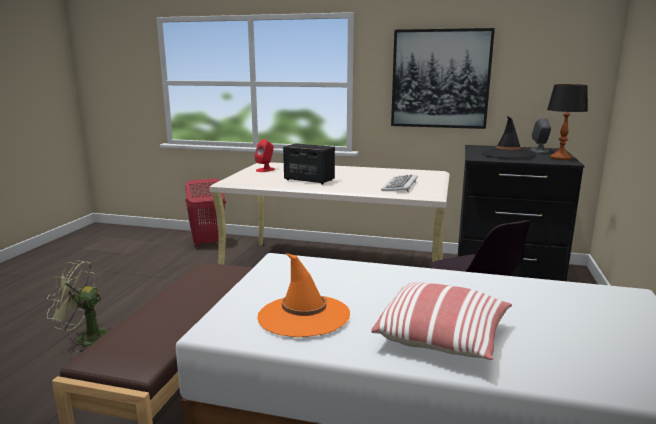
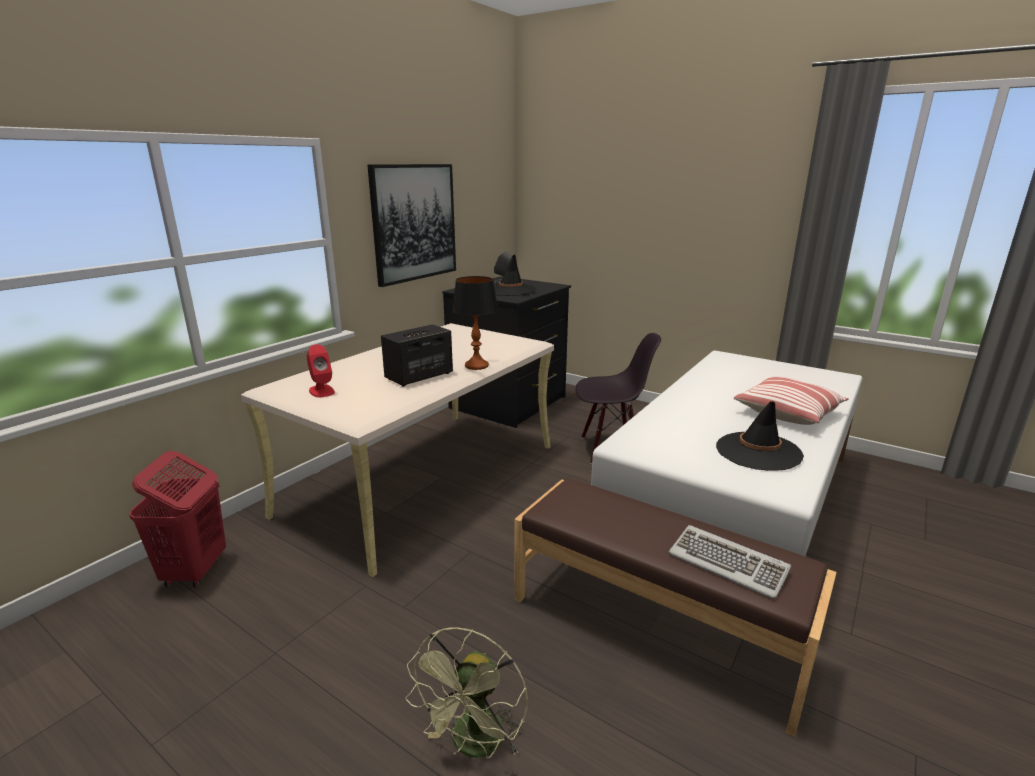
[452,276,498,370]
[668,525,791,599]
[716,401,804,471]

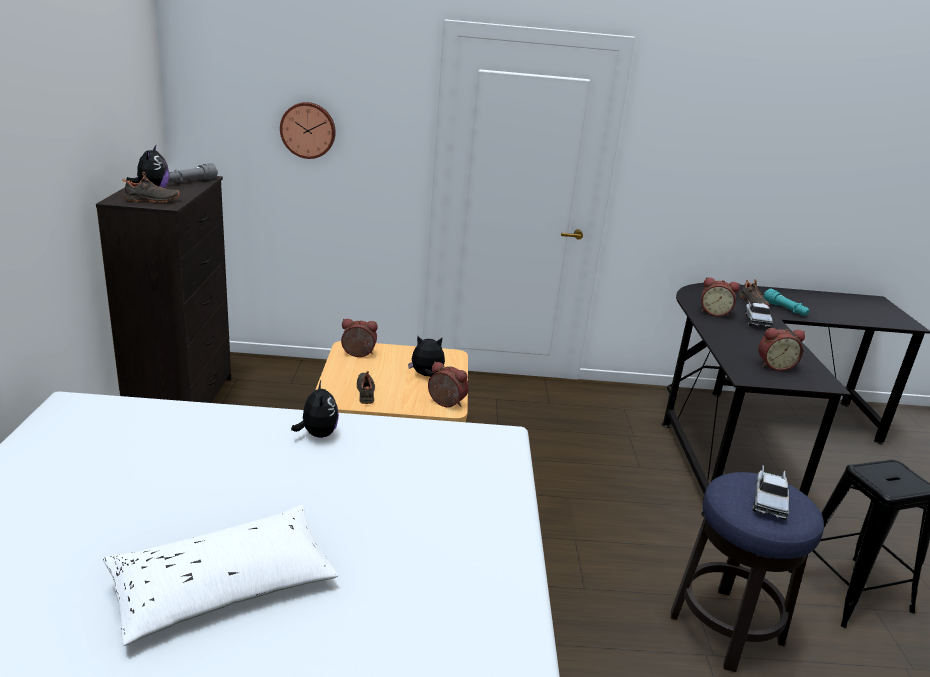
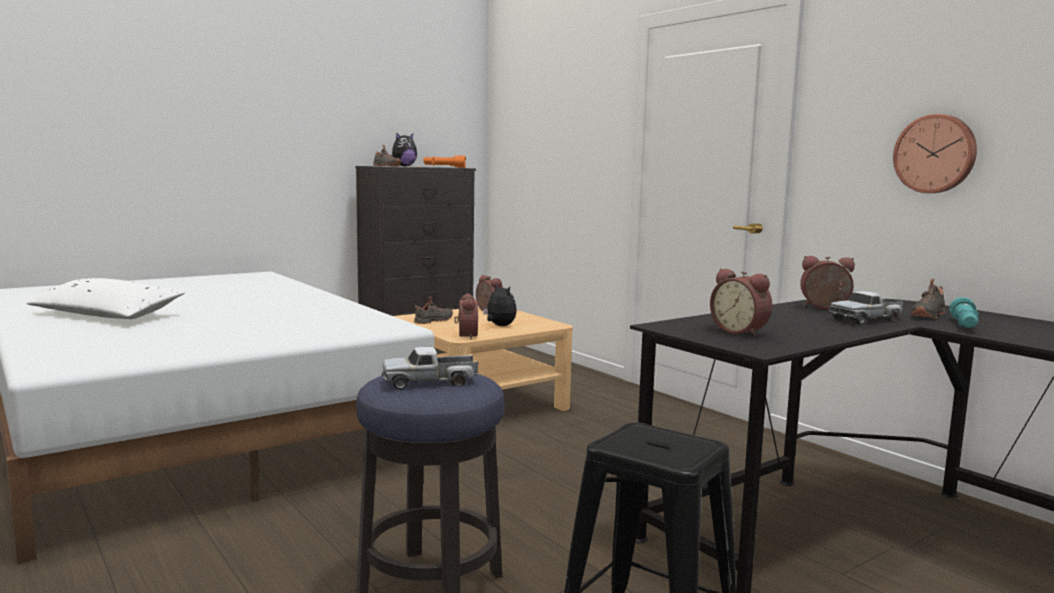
[424,155,466,168]
[800,256,855,310]
[893,114,977,193]
[291,381,339,438] (first image)

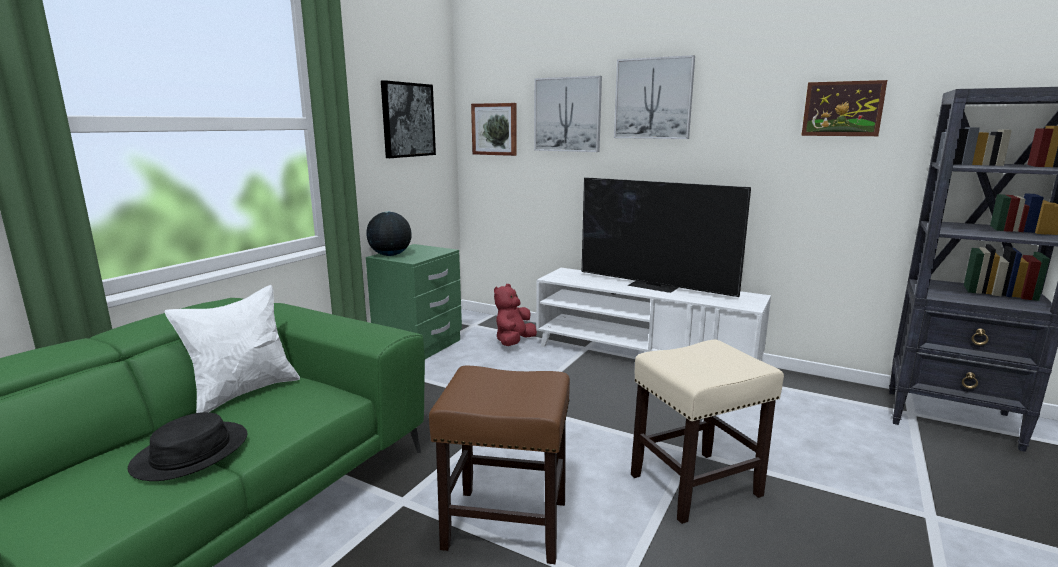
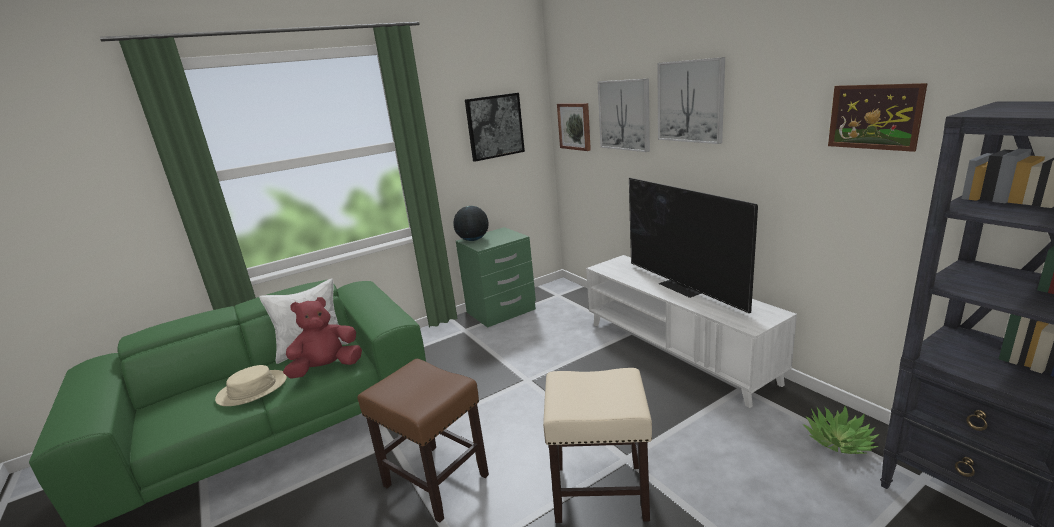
[215,365,287,406]
[283,297,362,379]
[802,406,879,454]

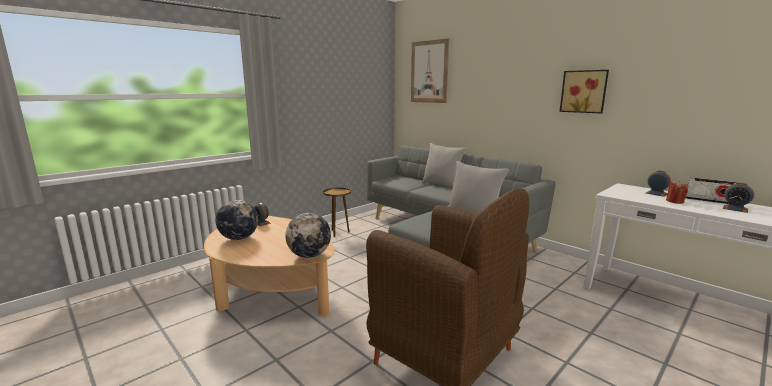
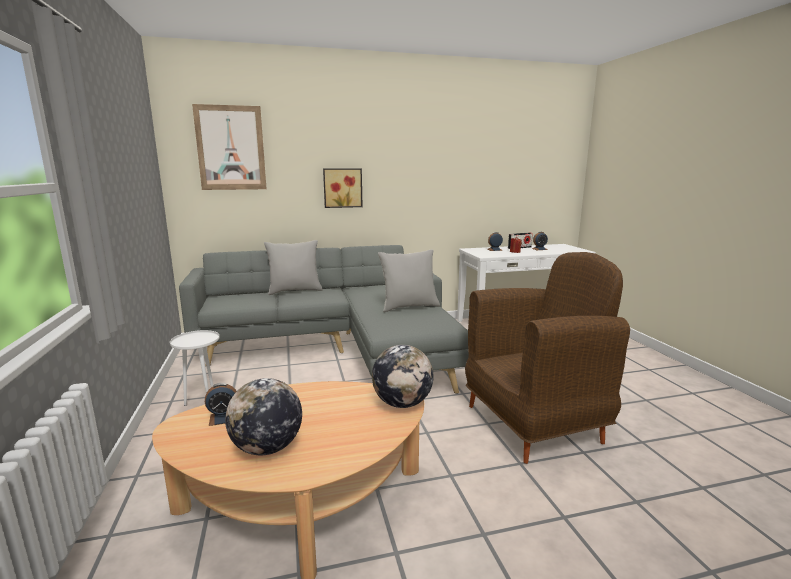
[170,330,219,406]
[323,169,363,208]

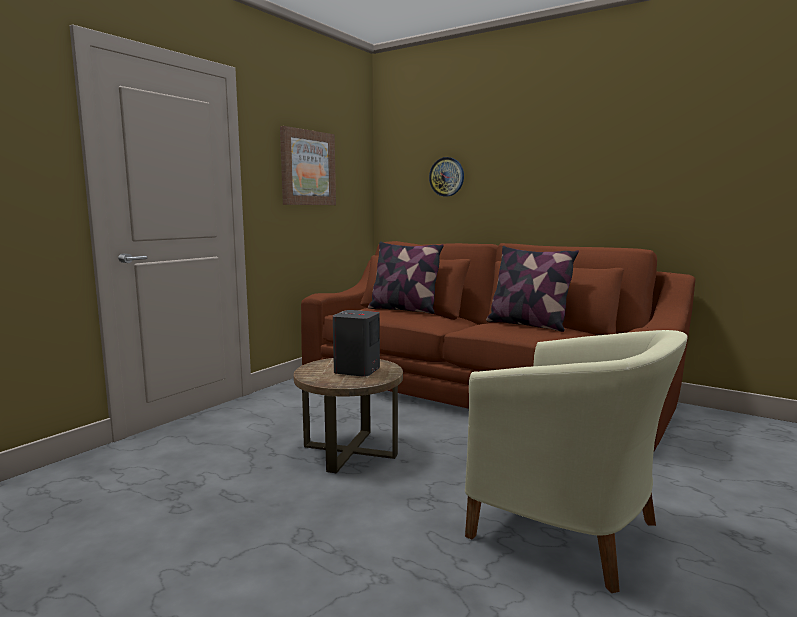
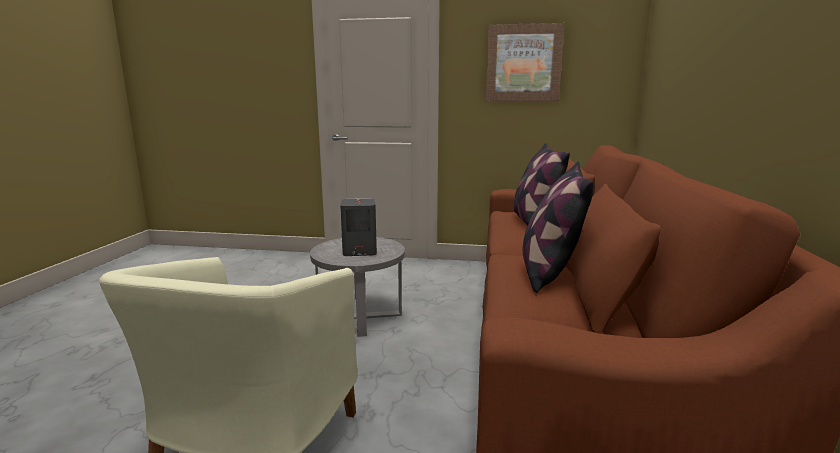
[310,237,405,337]
[429,157,464,196] (first image)

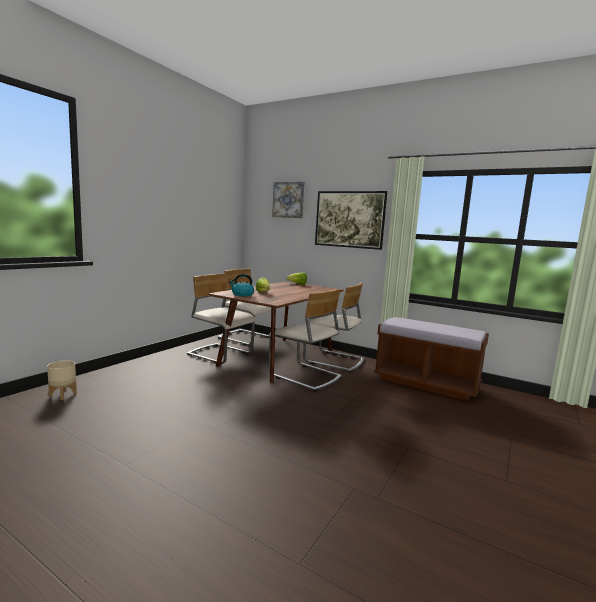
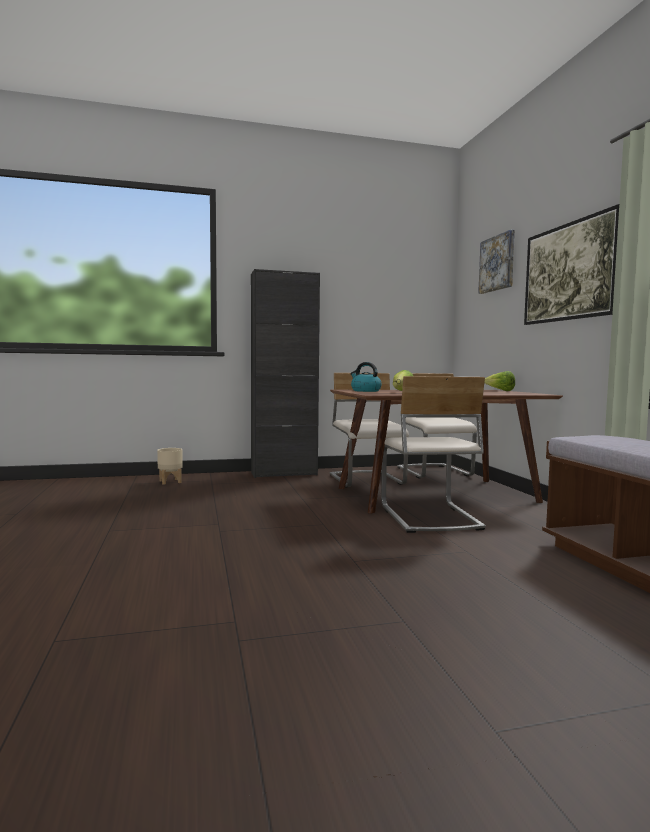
[251,269,320,478]
[303,283,364,372] (first image)

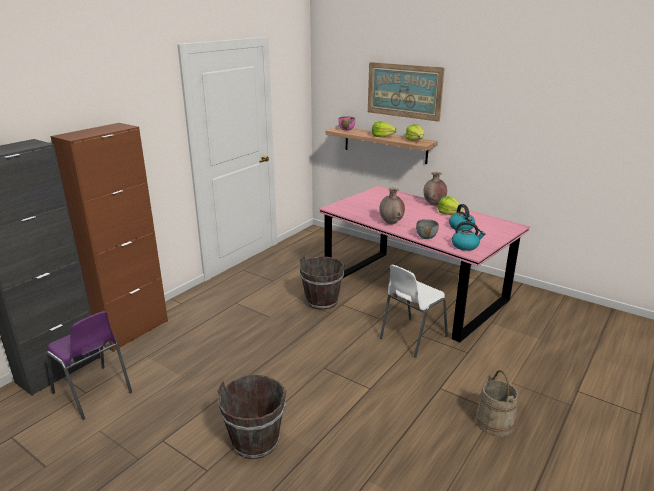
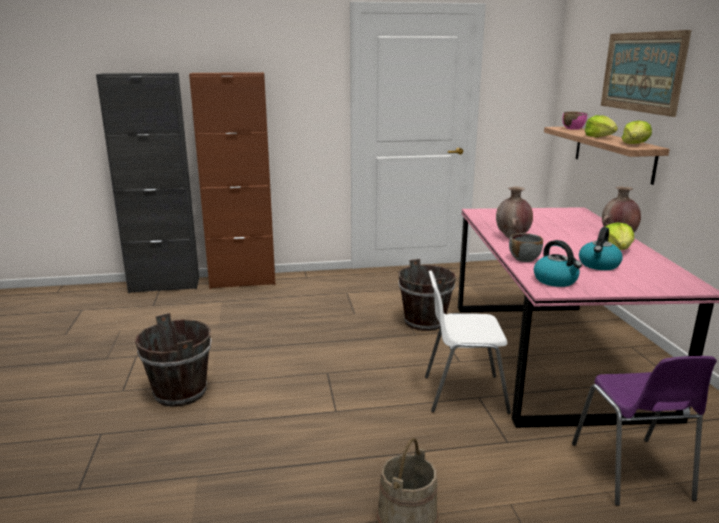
[572,356,717,506]

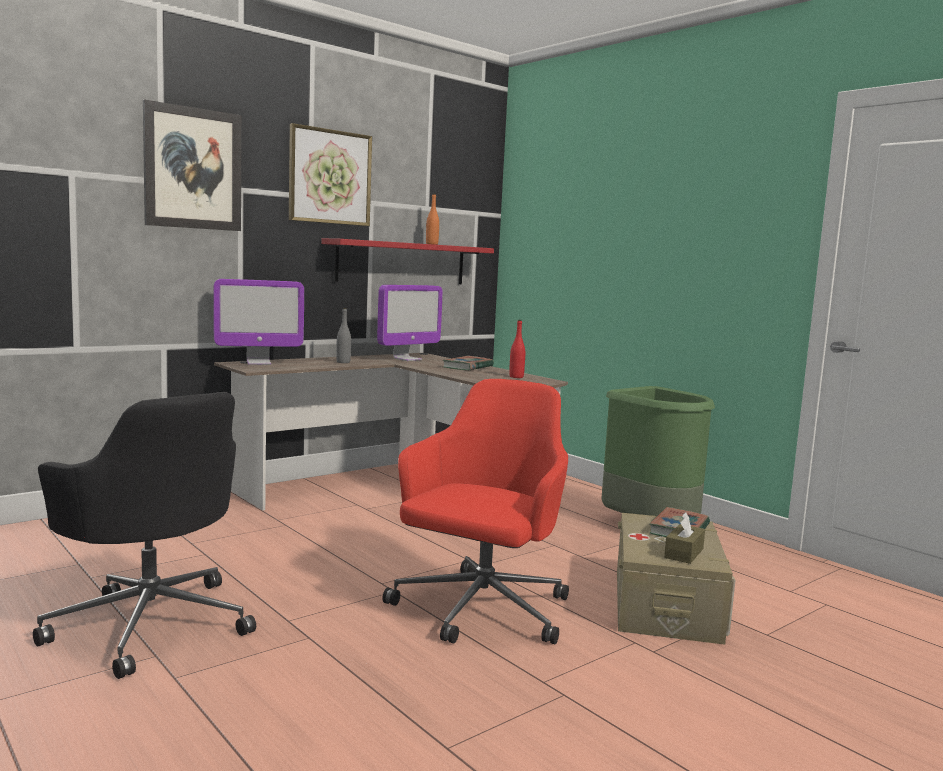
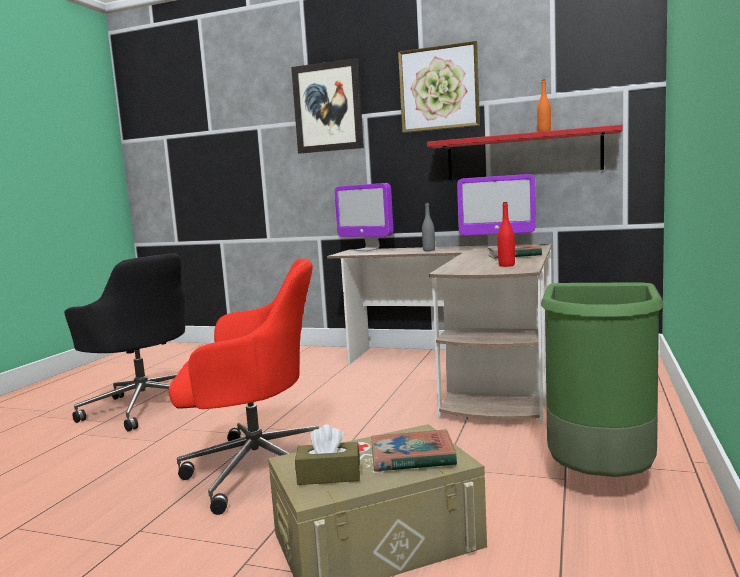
[64,254,186,431]

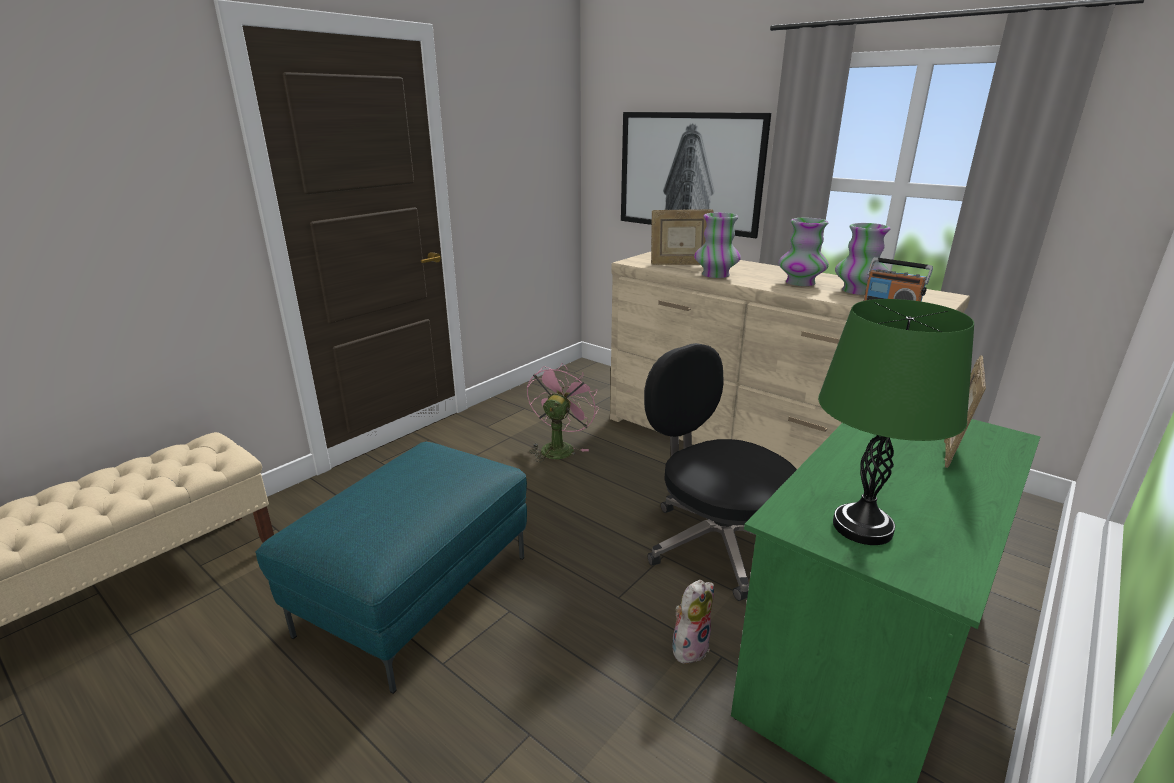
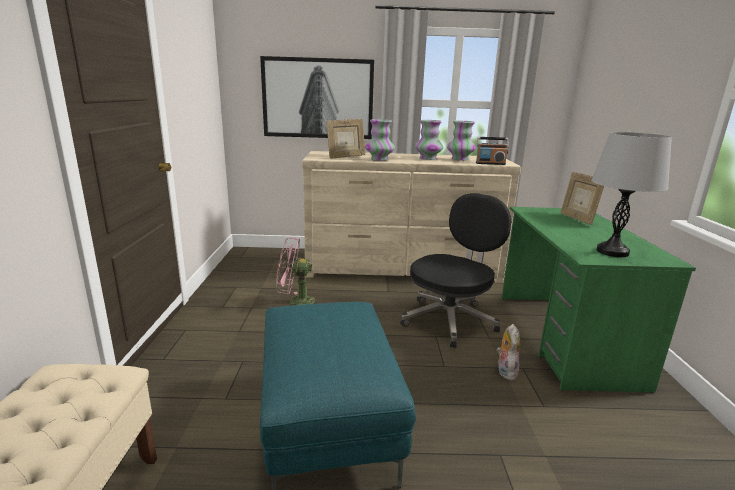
[276,237,316,305]
[400,193,511,348]
[591,132,672,257]

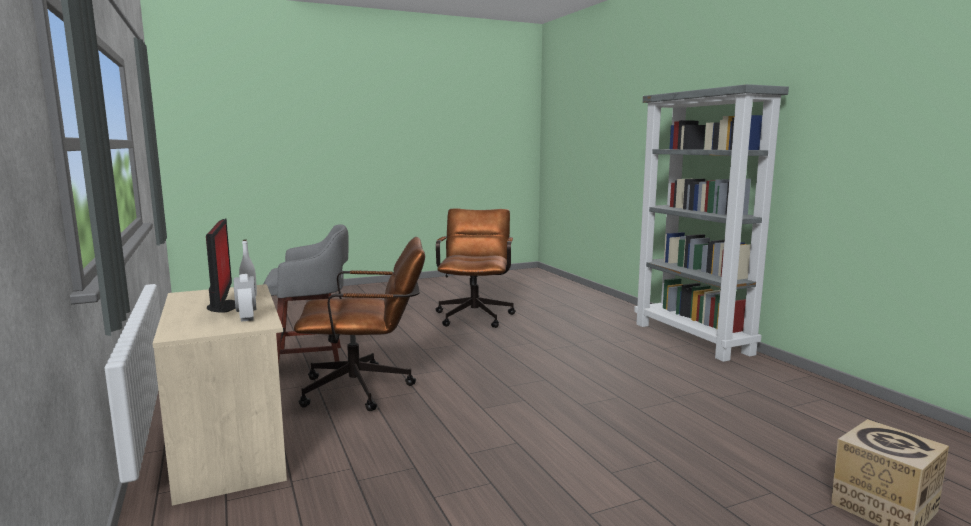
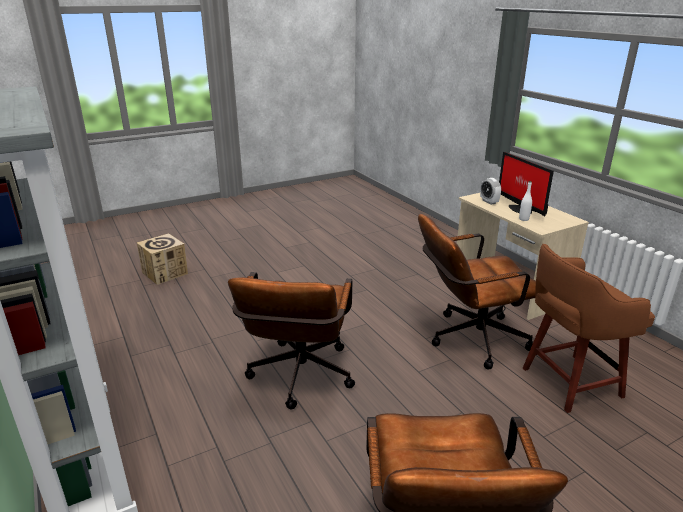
[228,272,355,409]
[523,244,655,413]

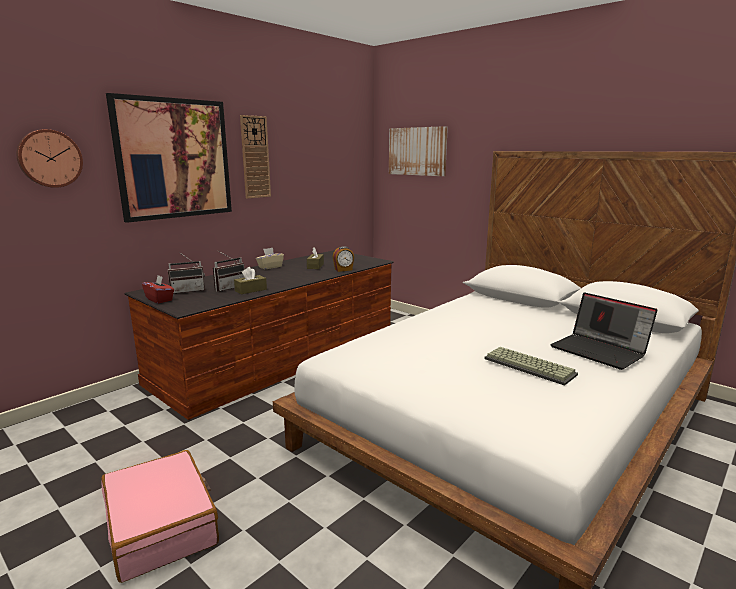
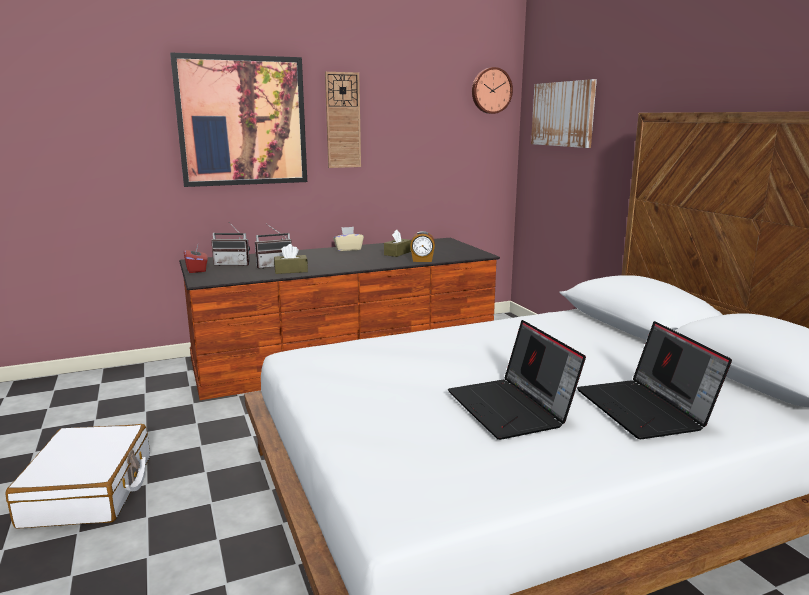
[5,424,150,529]
[448,320,586,440]
[472,67,513,114]

